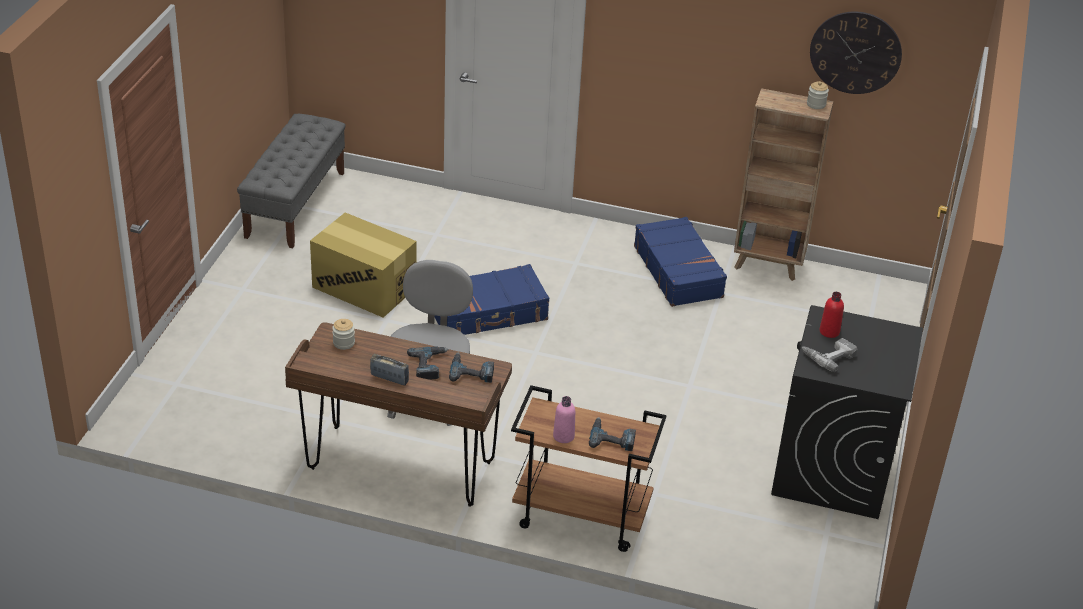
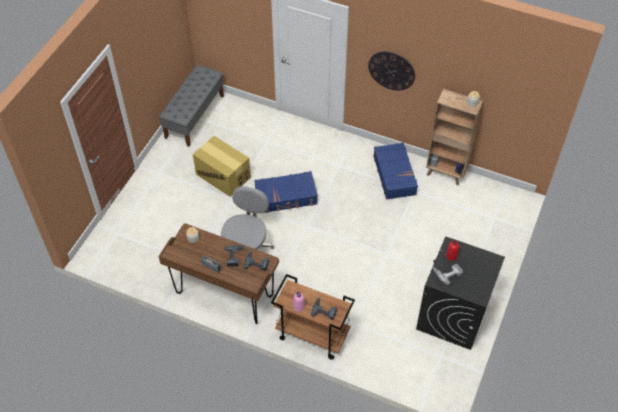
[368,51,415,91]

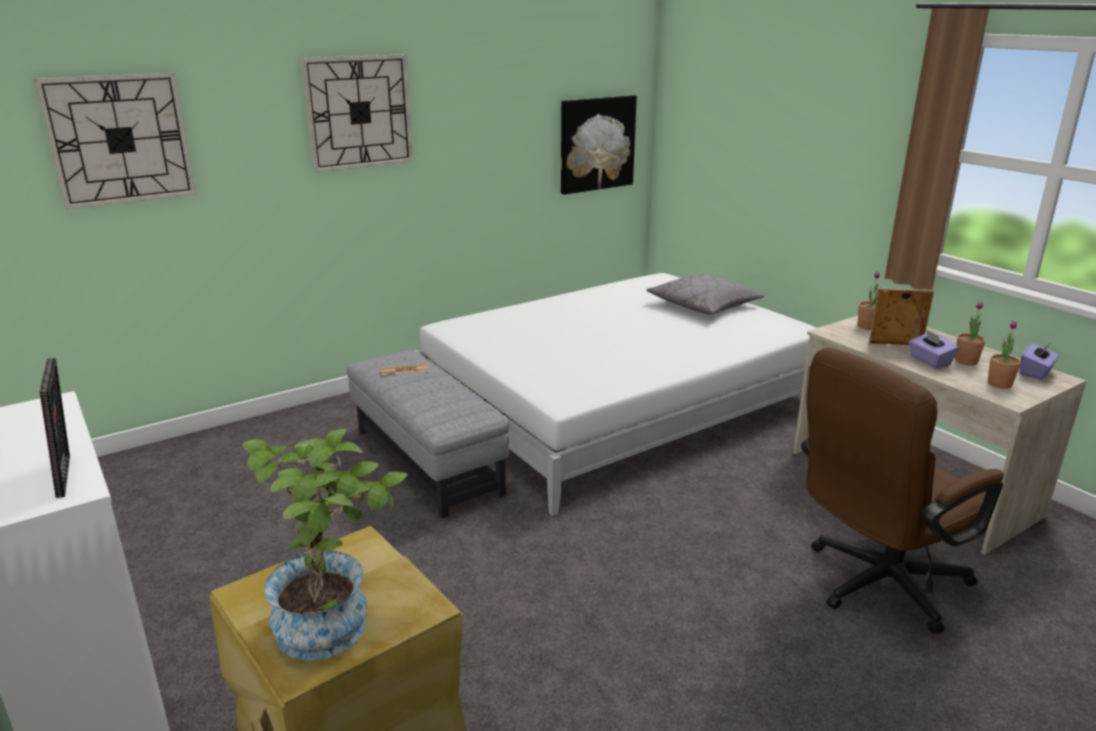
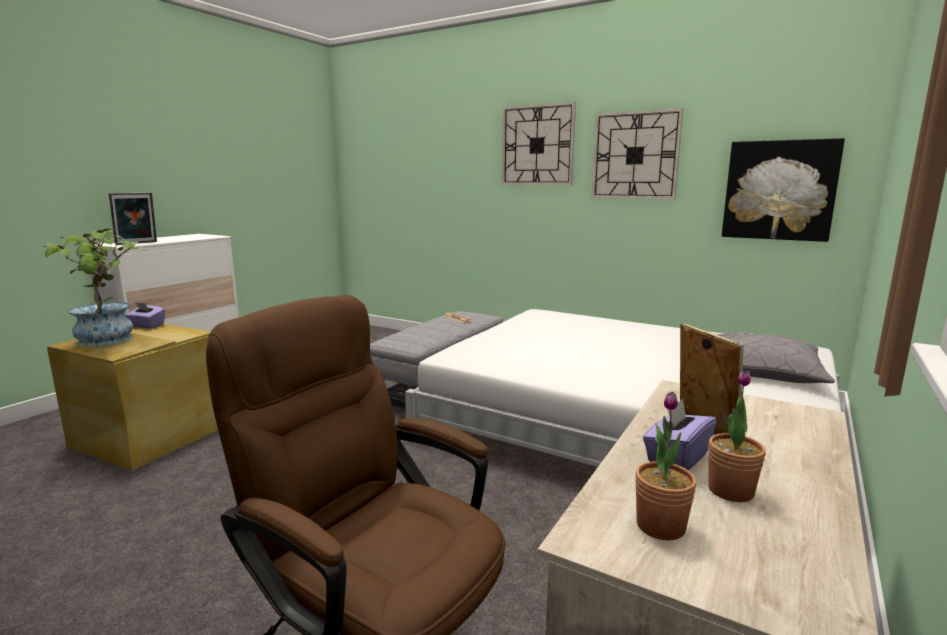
[125,302,165,329]
[591,108,683,200]
[858,272,880,330] (first image)

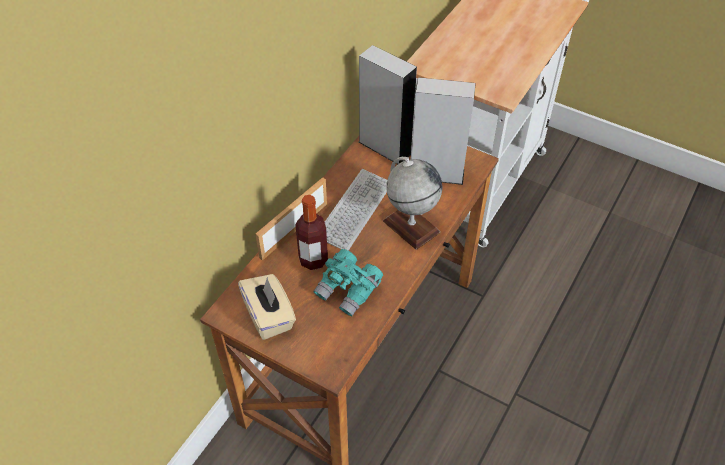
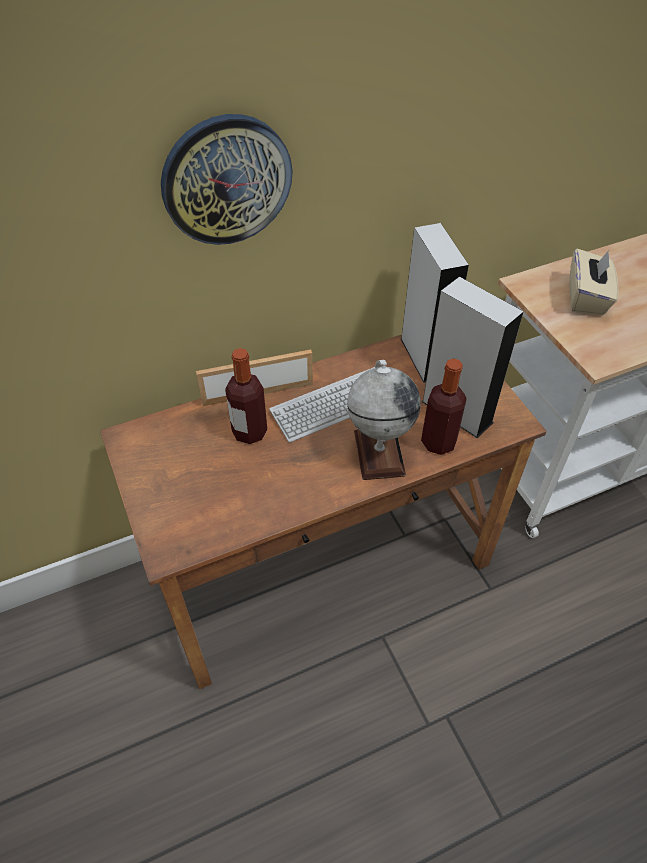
[161,114,292,245]
[421,358,466,455]
[569,249,618,315]
[313,249,383,316] (first image)

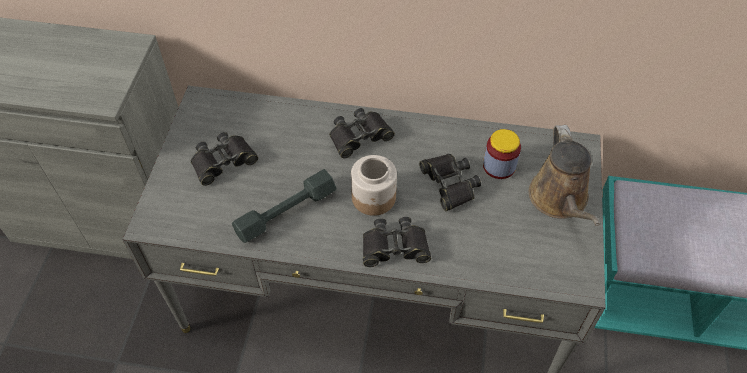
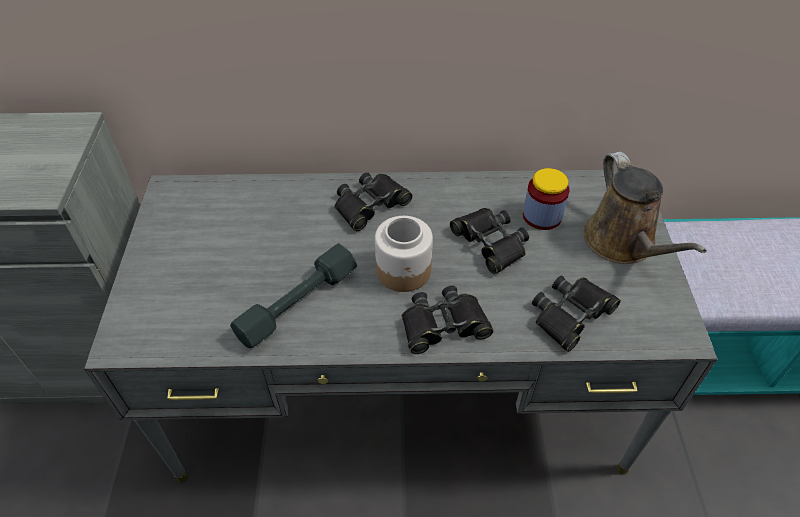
[532,275,621,352]

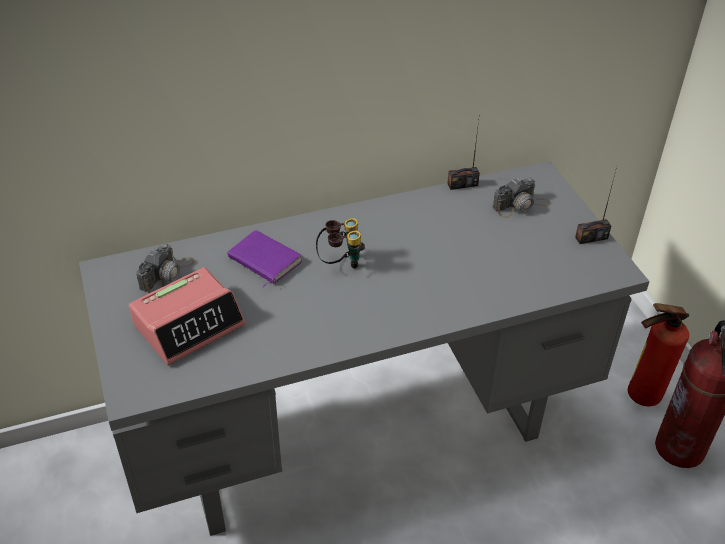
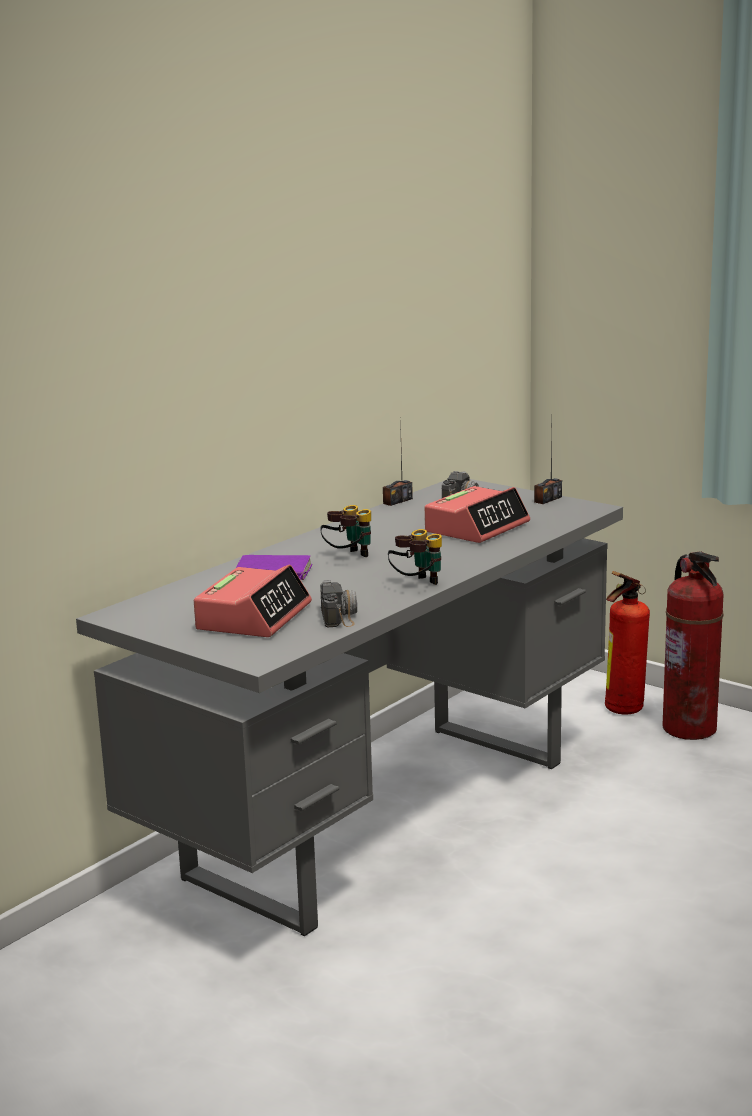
[320,580,357,627]
[388,529,442,585]
[425,486,530,543]

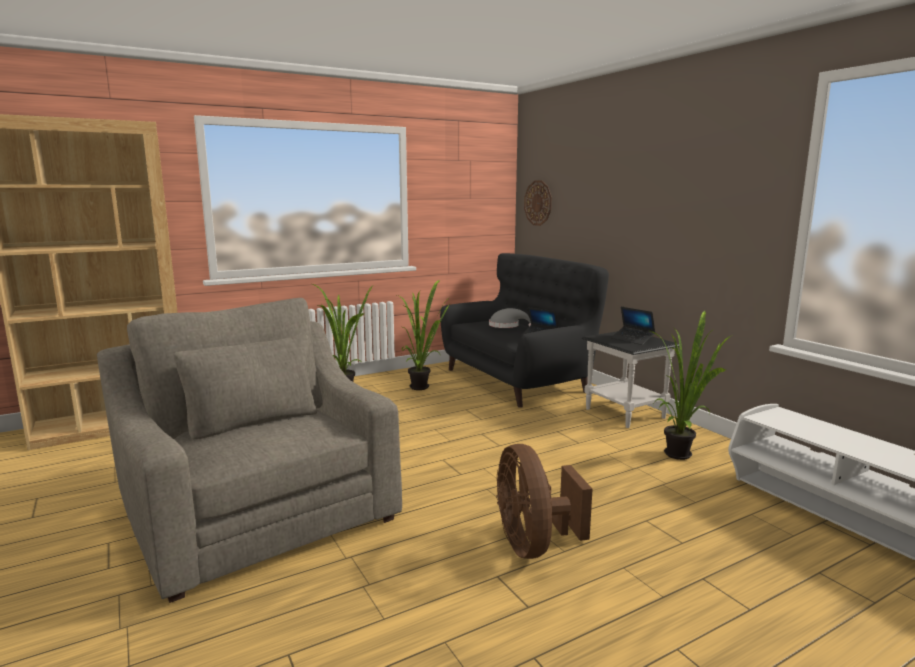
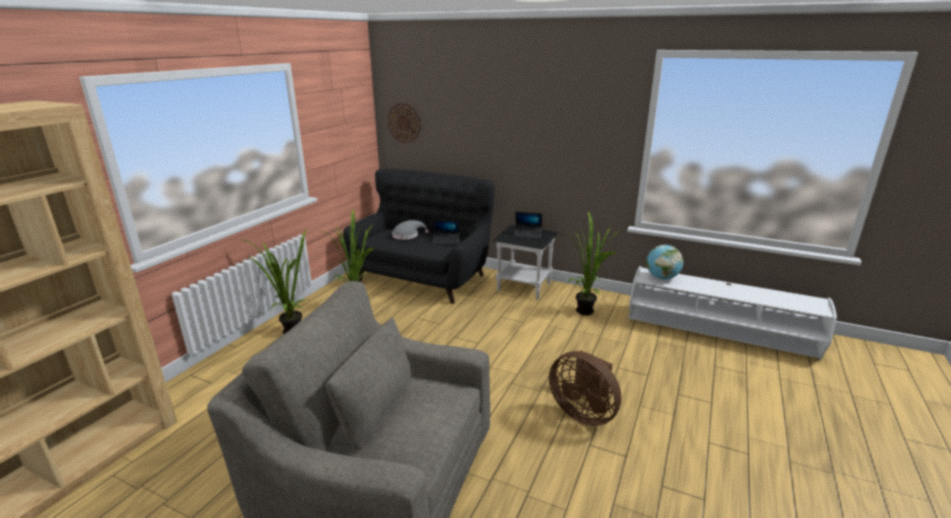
[646,245,683,280]

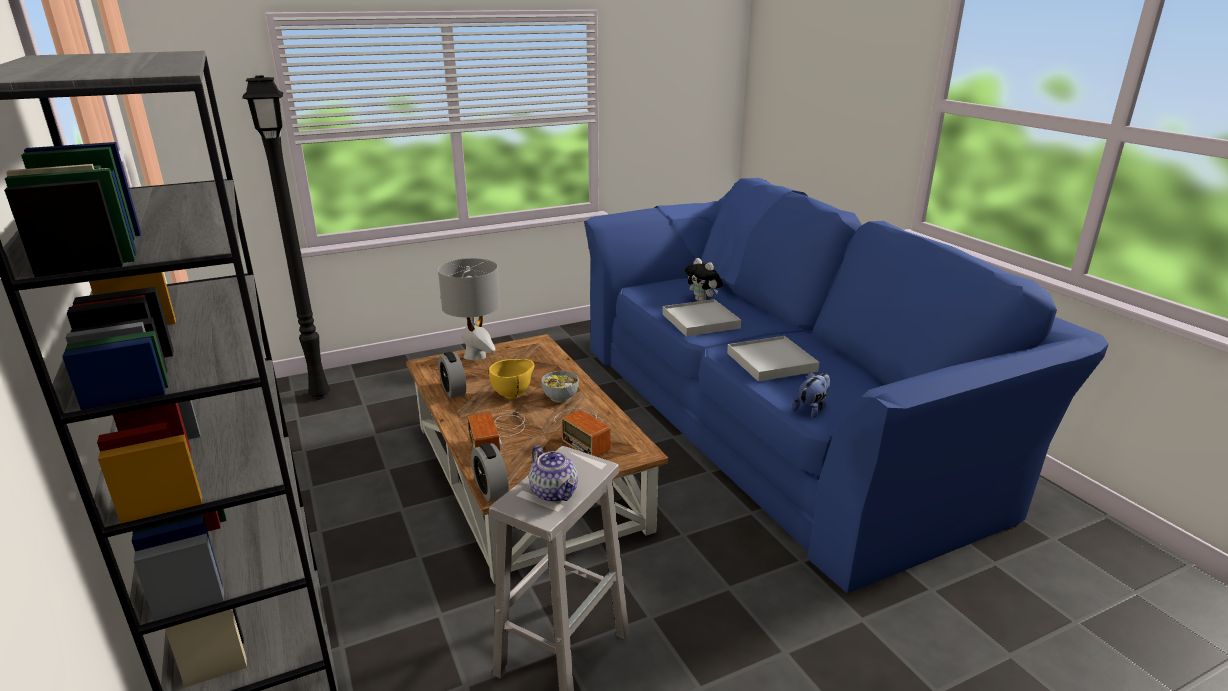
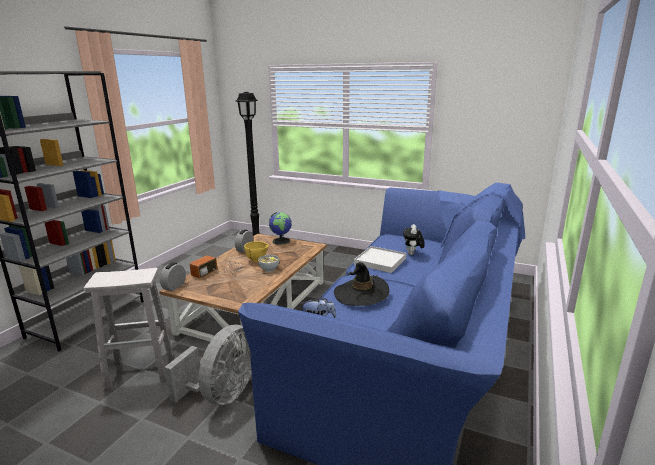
[164,324,252,405]
[269,212,292,245]
[334,262,389,306]
[529,446,578,502] (first image)
[554,408,610,457] (first image)

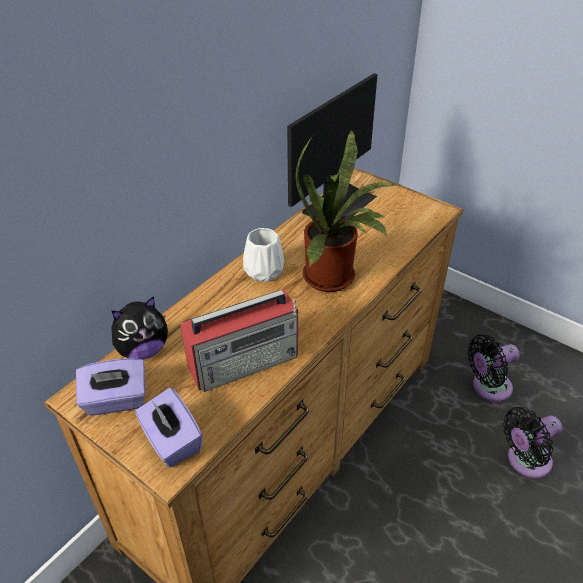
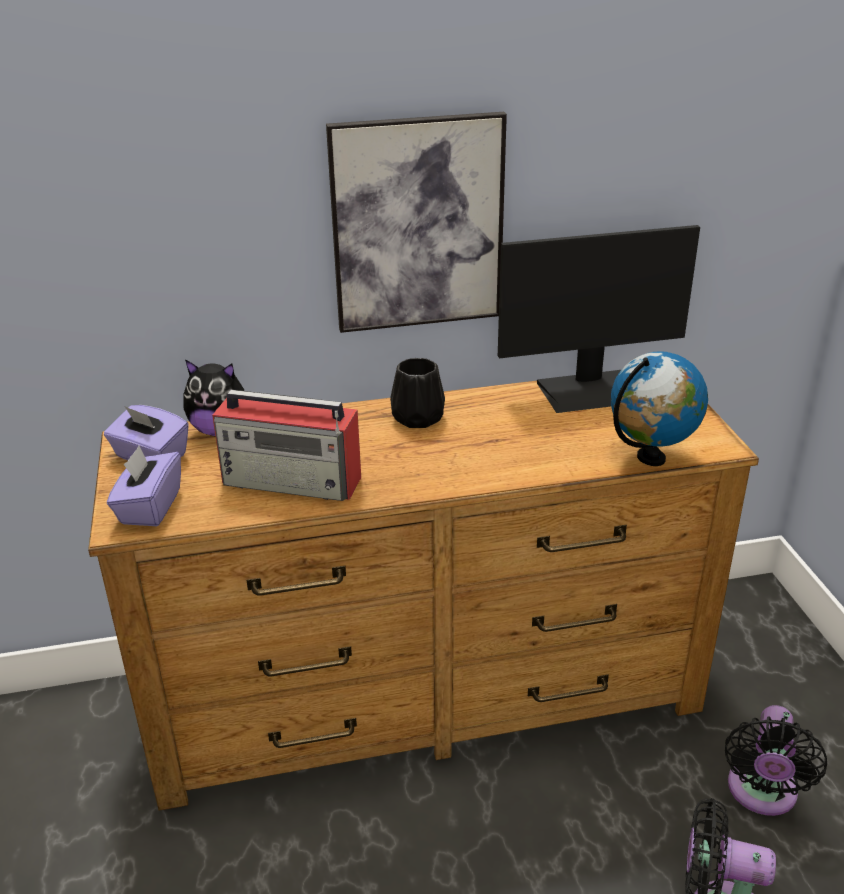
[326,112,507,333]
[390,358,445,428]
[611,351,708,466]
[725,705,827,816]
[295,129,401,292] (first image)

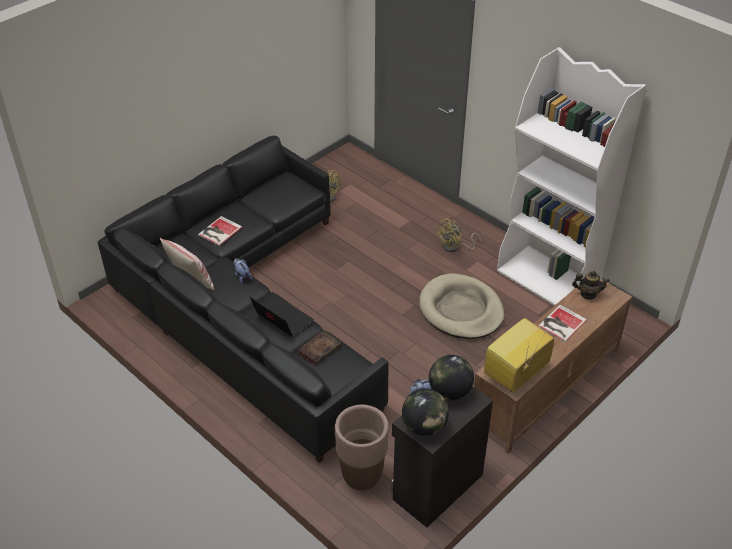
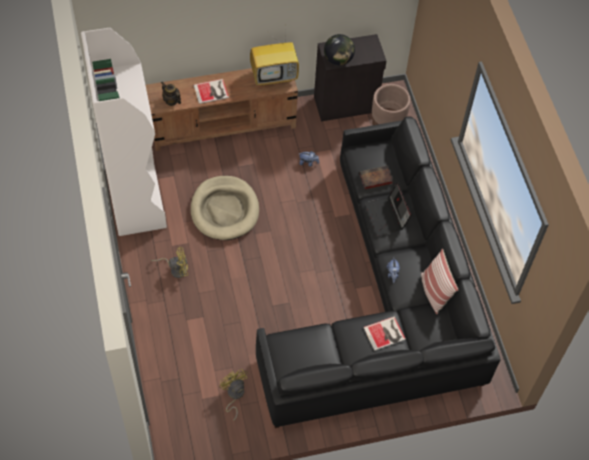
[402,389,449,436] (first image)

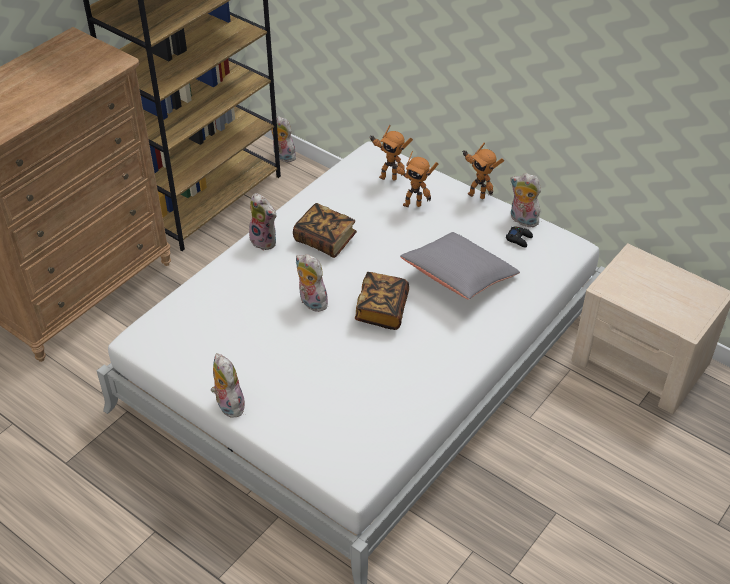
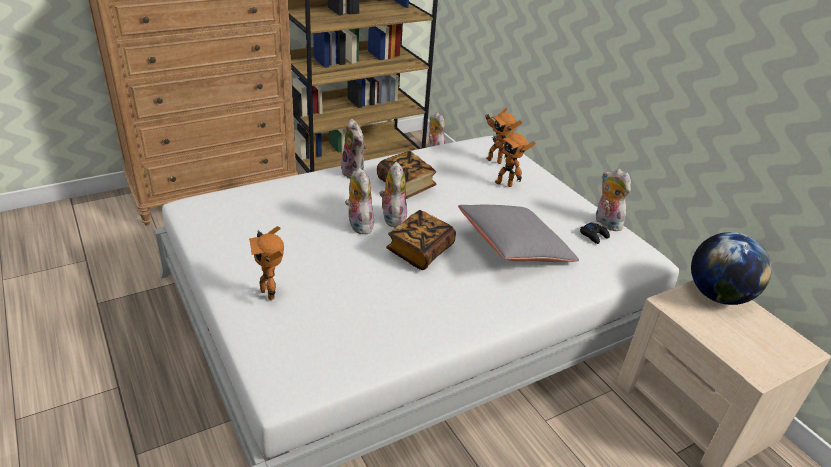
[249,226,284,300]
[379,162,407,227]
[691,232,772,305]

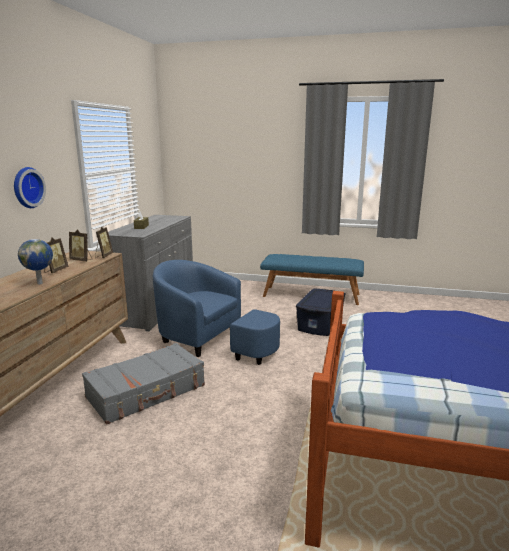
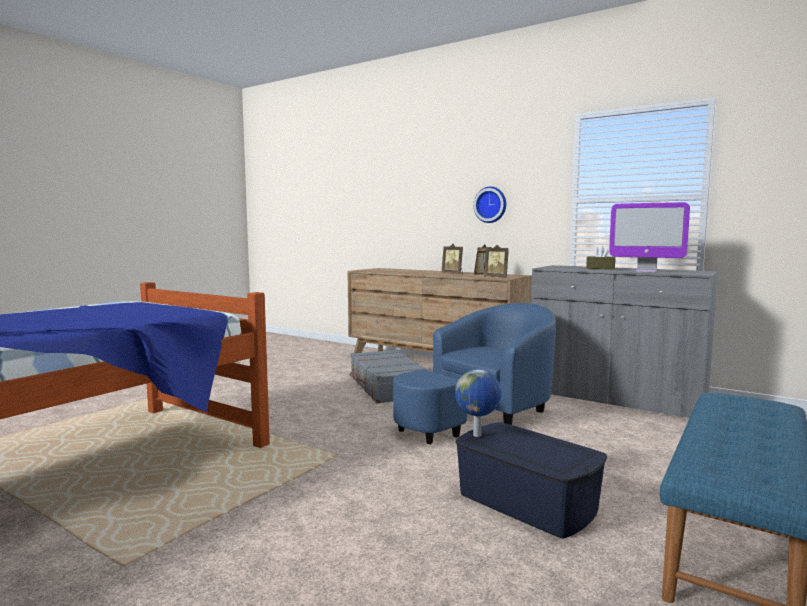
[455,369,502,437]
[609,202,690,273]

